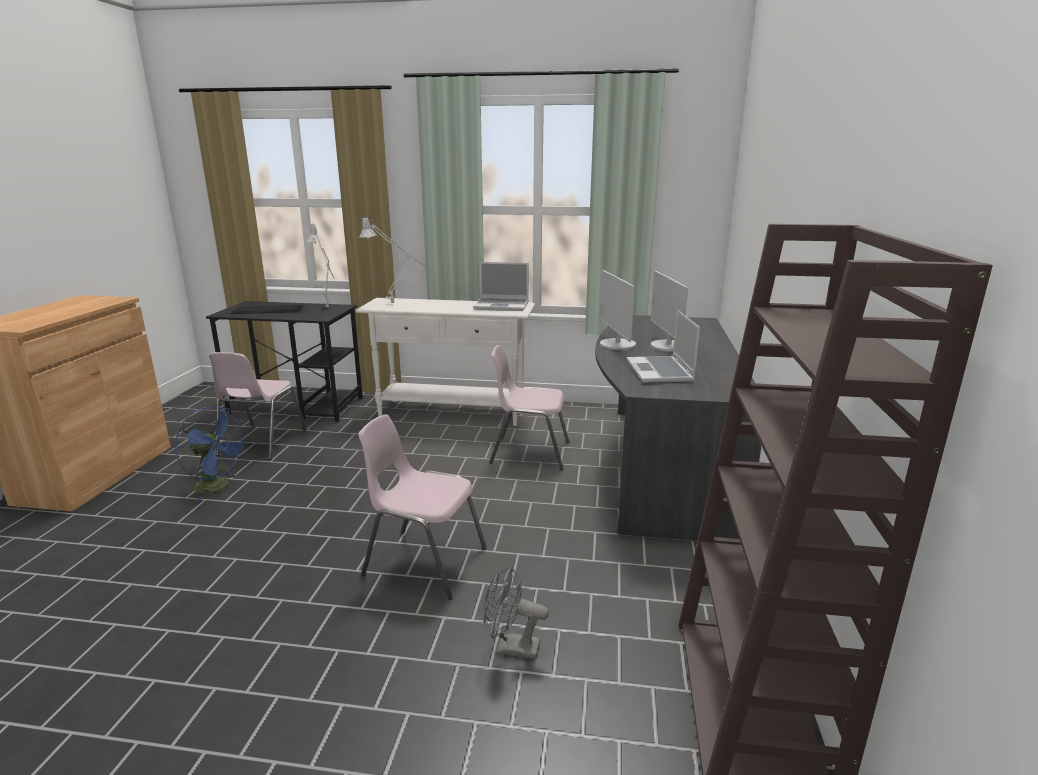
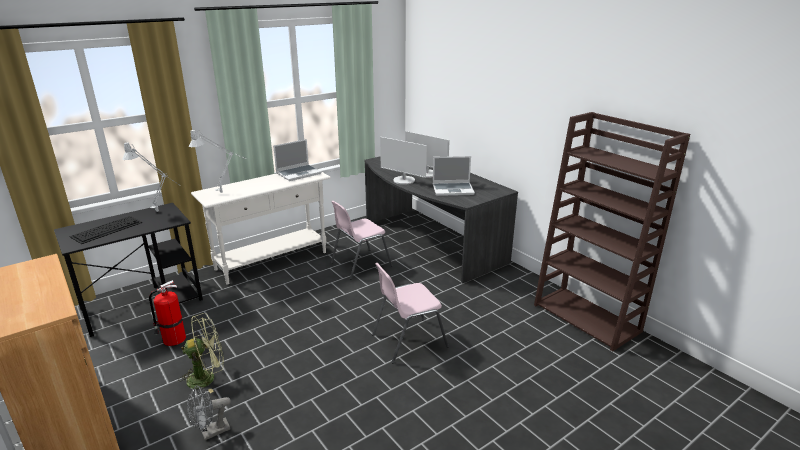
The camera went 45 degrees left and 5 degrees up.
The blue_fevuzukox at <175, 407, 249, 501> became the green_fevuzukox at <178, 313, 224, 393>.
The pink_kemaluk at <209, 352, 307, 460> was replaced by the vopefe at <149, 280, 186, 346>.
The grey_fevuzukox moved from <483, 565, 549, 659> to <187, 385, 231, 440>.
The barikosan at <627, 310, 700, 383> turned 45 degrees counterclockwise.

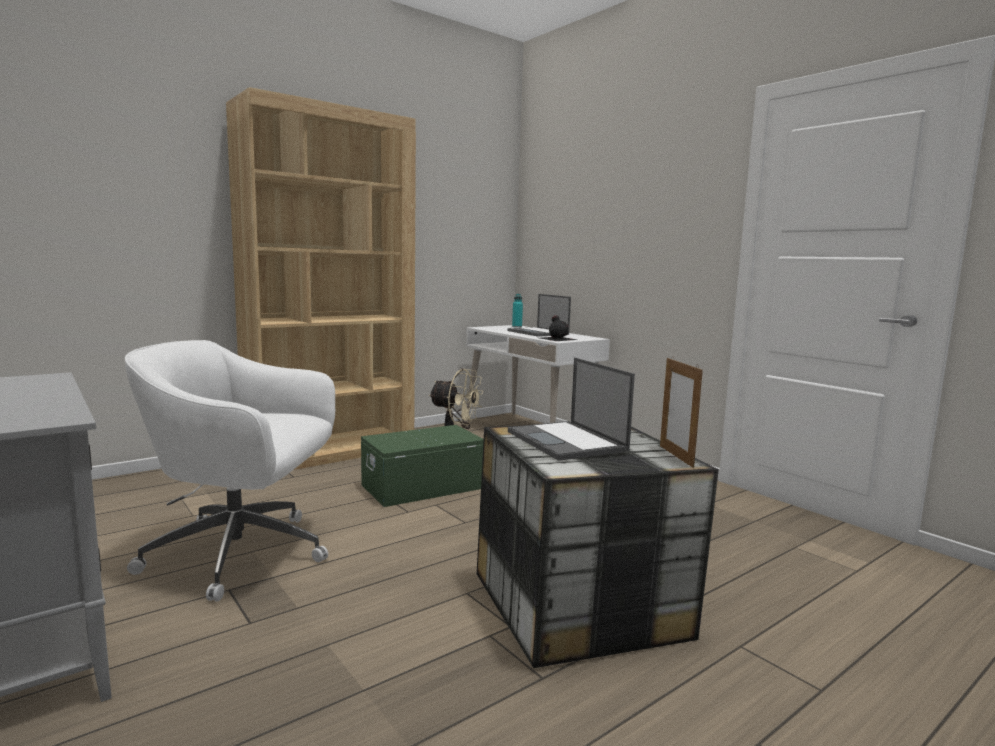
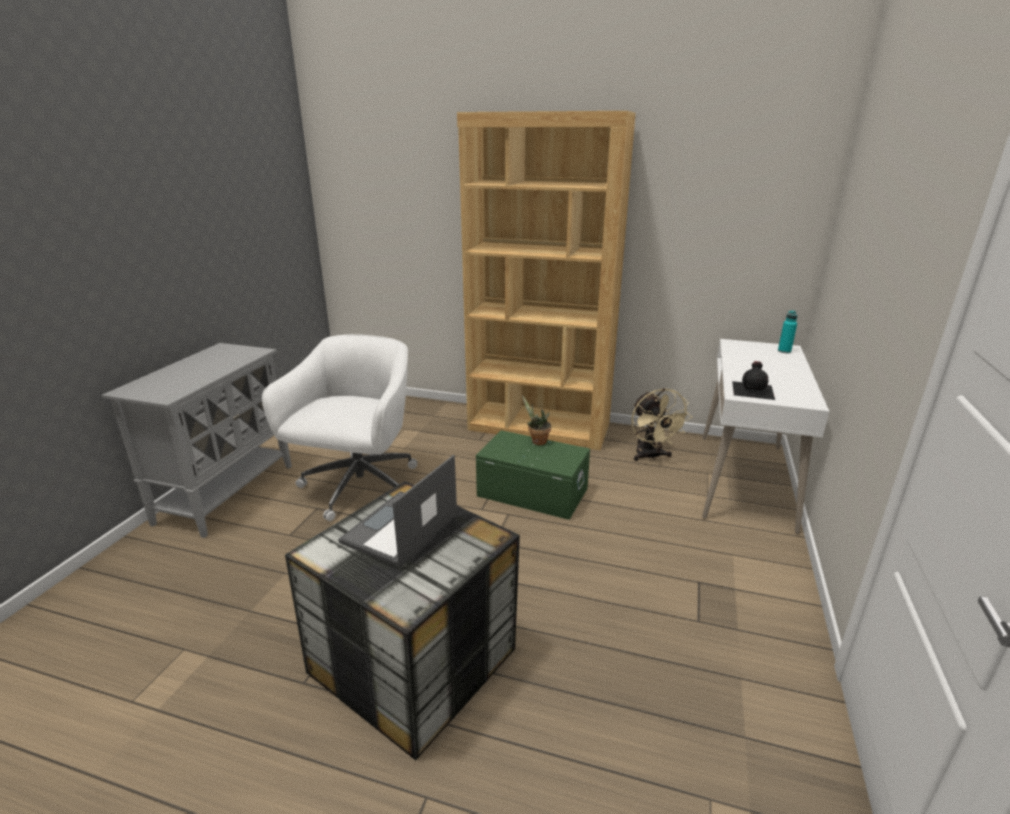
The camera went 55 degrees right and 15 degrees up.
The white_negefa at <125, 340, 335, 601> turned 45 degrees clockwise.
The barikosan at <507, 294, 571, 337> disappeared.
The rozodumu at <660, 356, 703, 468> disappeared.
The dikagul at <522, 395, 551, 445> appeared.

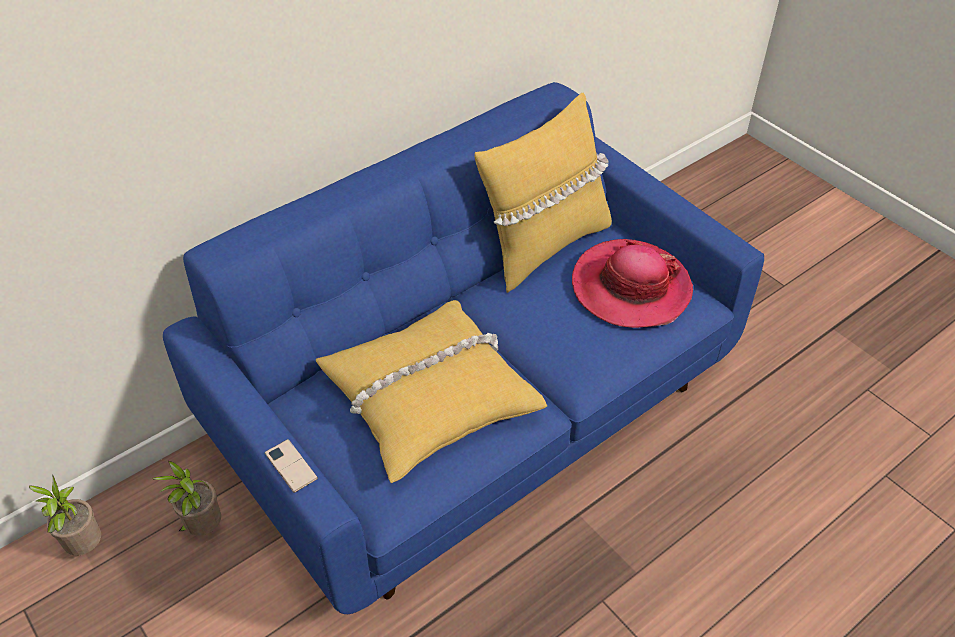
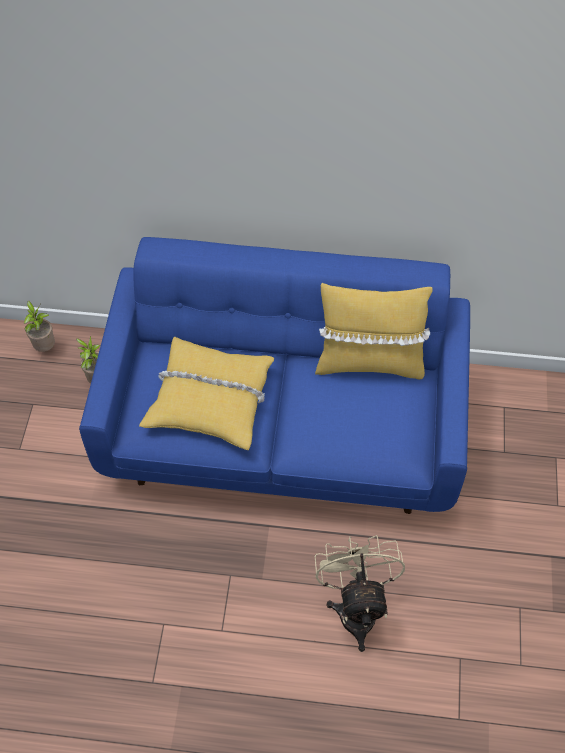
The camera went 45 degrees right and 10 degrees up.
The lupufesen at <265, 439, 318, 493> disappeared.
The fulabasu at <572, 239, 693, 328> disappeared.
The beige_fevuzukox at <315, 535, 405, 652> appeared.

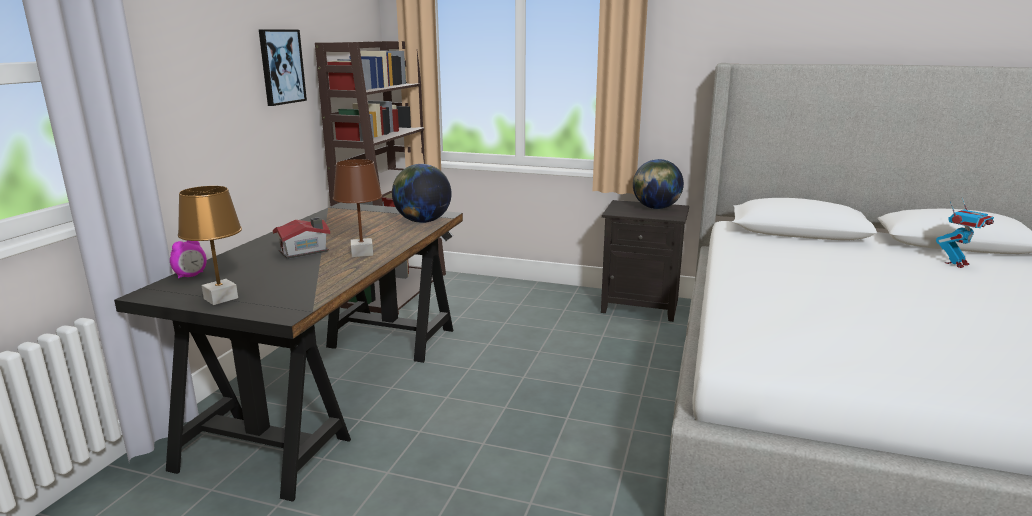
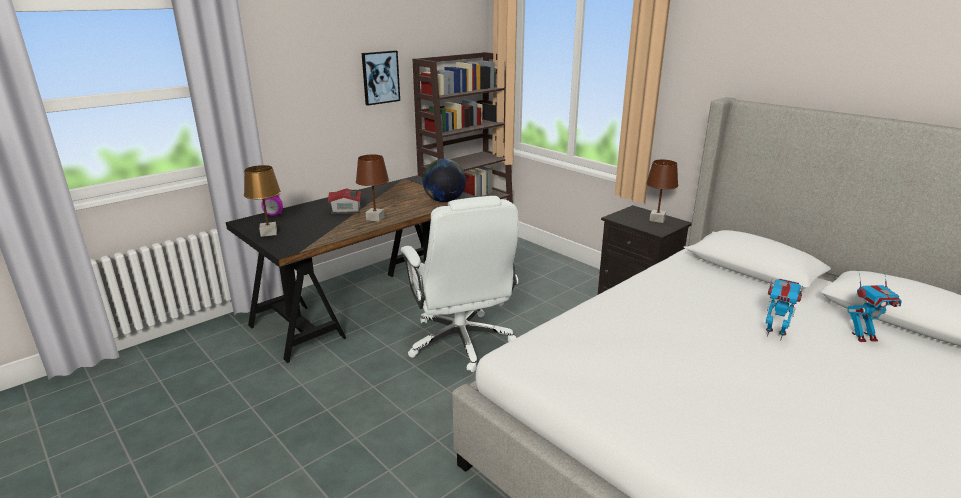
The camera went 30 degrees right and 5 degrees up.
The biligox at <633, 159, 684, 209> was replaced by the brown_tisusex at <646, 159, 678, 223>.
The white_negefa at <401, 196, 519, 372> appeared.
The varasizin at <765, 278, 803, 340> appeared.

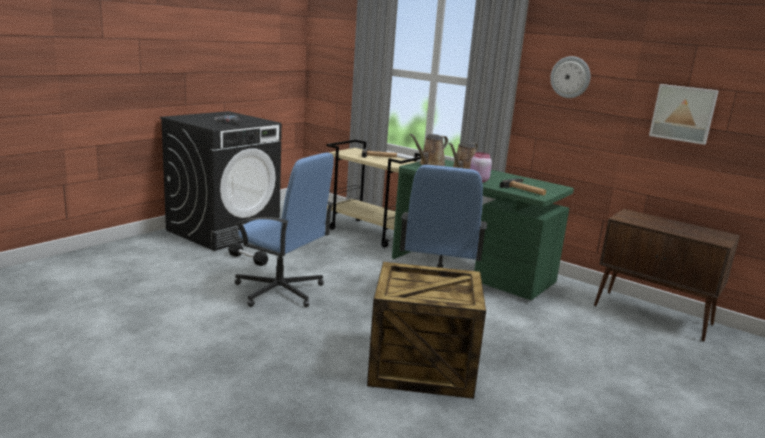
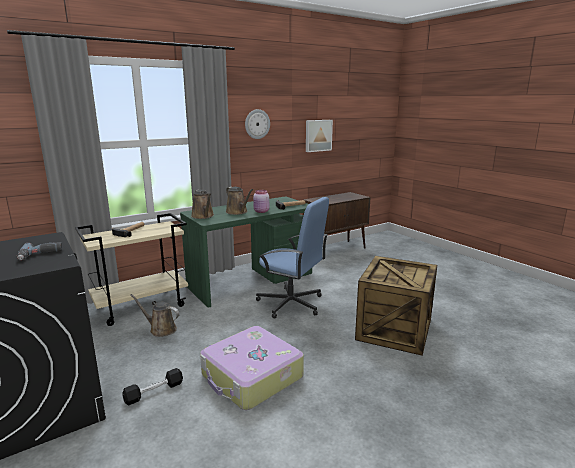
The camera went 70 degrees left and 0 degrees up.
The blue_negefa at <235, 152, 334, 307> was replaced by the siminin at <200, 326, 304, 410>.
The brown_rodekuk at <130, 294, 180, 337> appeared.

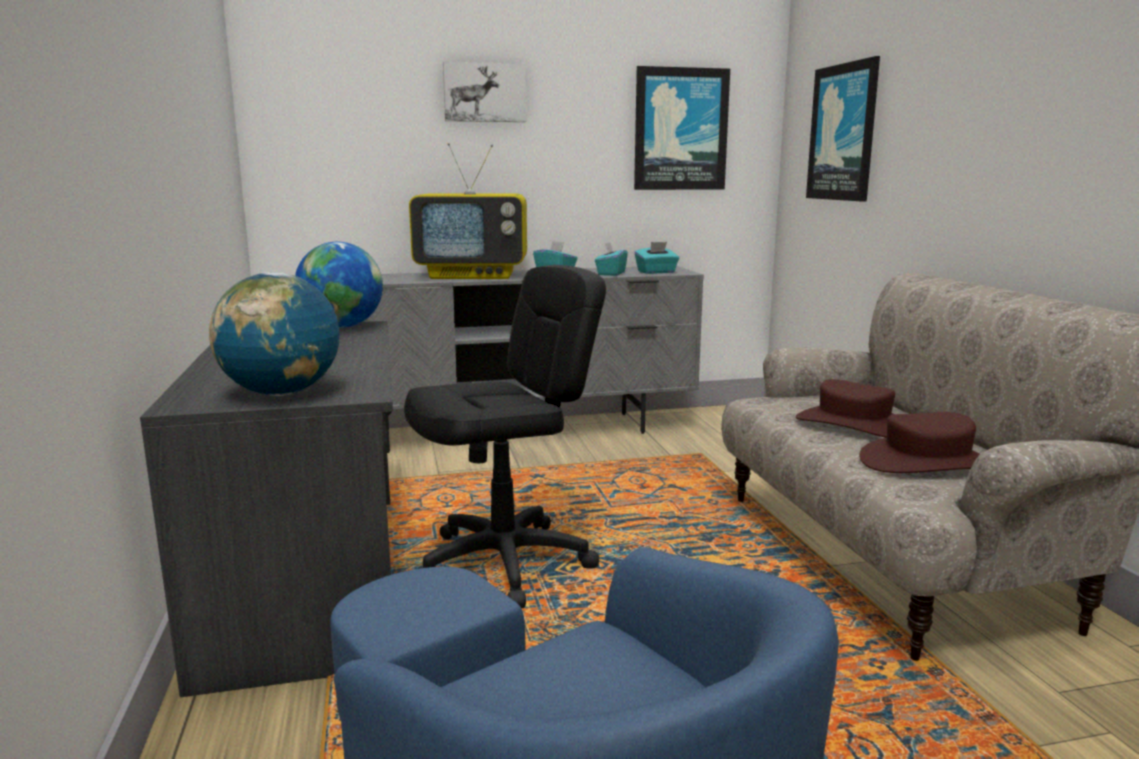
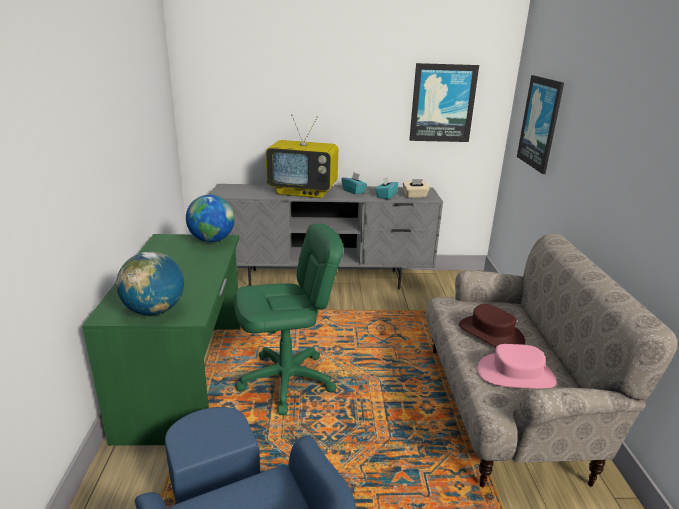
The camera went 10 degrees right and 10 degrees up.
The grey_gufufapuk at <140, 321, 393, 697> became the green_gufufapuk at <82, 234, 240, 446>.
The black_negefa at <404, 265, 606, 608> became the green_negefa at <234, 223, 343, 415>.
The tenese at <443, 61, 526, 122> disappeared.
The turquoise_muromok at <635, 242, 679, 274> became the beige_muromok at <403, 179, 430, 198>.
The brown_fulabasu at <859, 412, 980, 473> became the pink_fulabasu at <477, 344, 556, 389>.

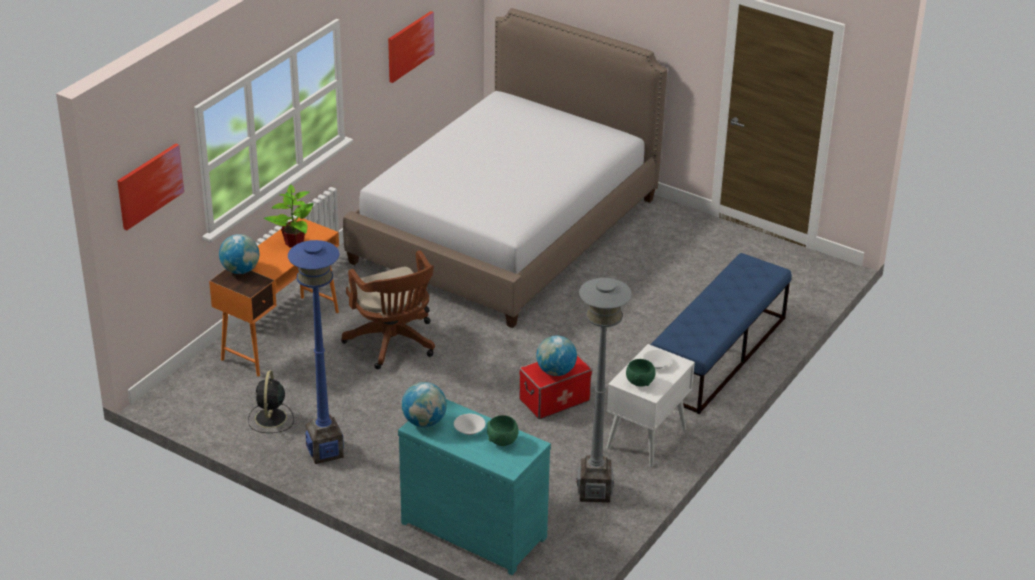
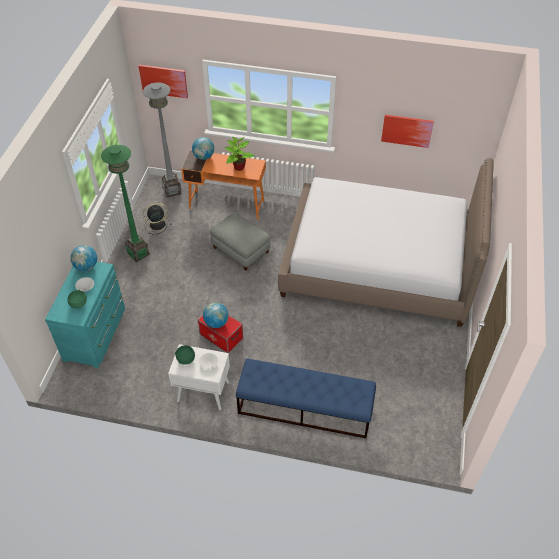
The camera went 70 degrees right and 15 degrees up.
The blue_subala at <288, 240, 344, 464> became the green_subala at <101, 145, 150, 262>.
The brown_negefa at <341, 250, 435, 369> was replaced by the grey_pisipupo at <210, 212, 270, 271>.
The grey_subala moved from <577, 278, 632, 503> to <143, 82, 181, 197>.

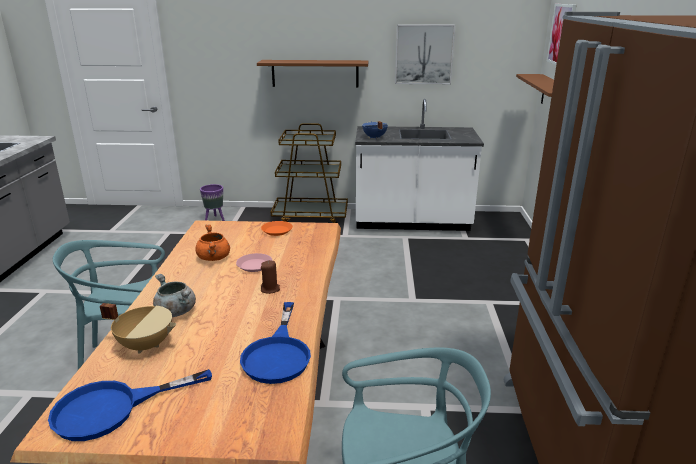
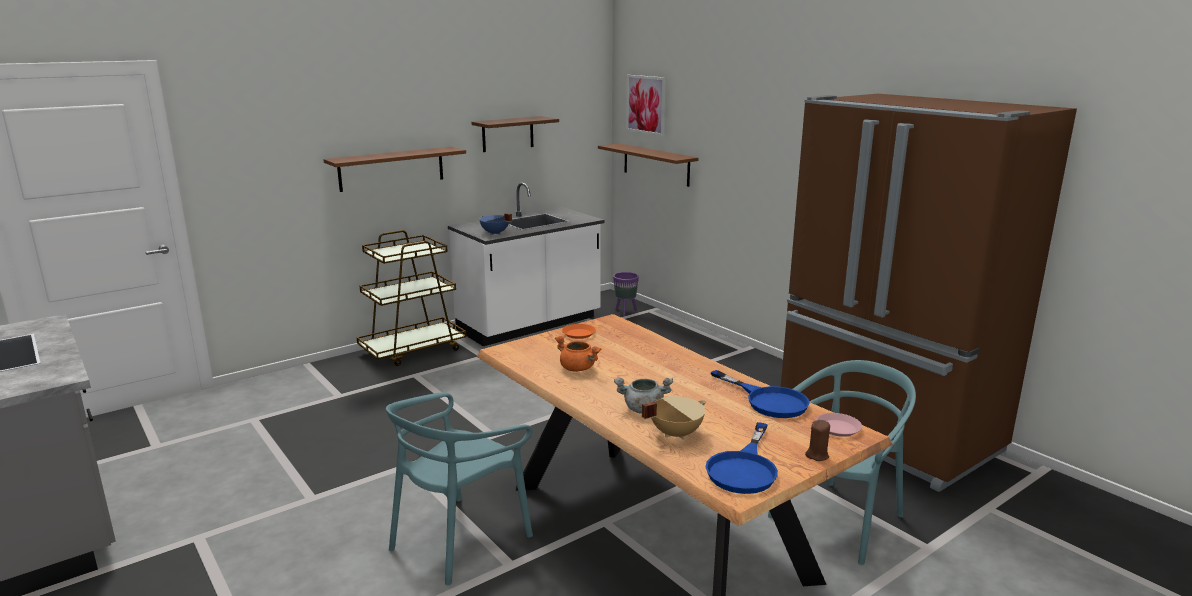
The camera went 40 degrees left and 5 degrees down.
The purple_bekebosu moved from <200, 184, 225, 221> to <613, 272, 639, 317>.
The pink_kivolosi moved from <236, 253, 273, 272> to <816, 413, 862, 437>.
The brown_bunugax moved from <261, 260, 280, 294> to <805, 420, 830, 461>.
The tenese at <395, 24, 455, 84> was replaced by the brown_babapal at <471, 116, 559, 152>.

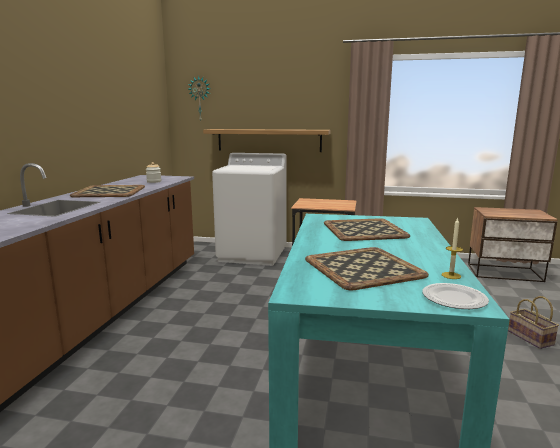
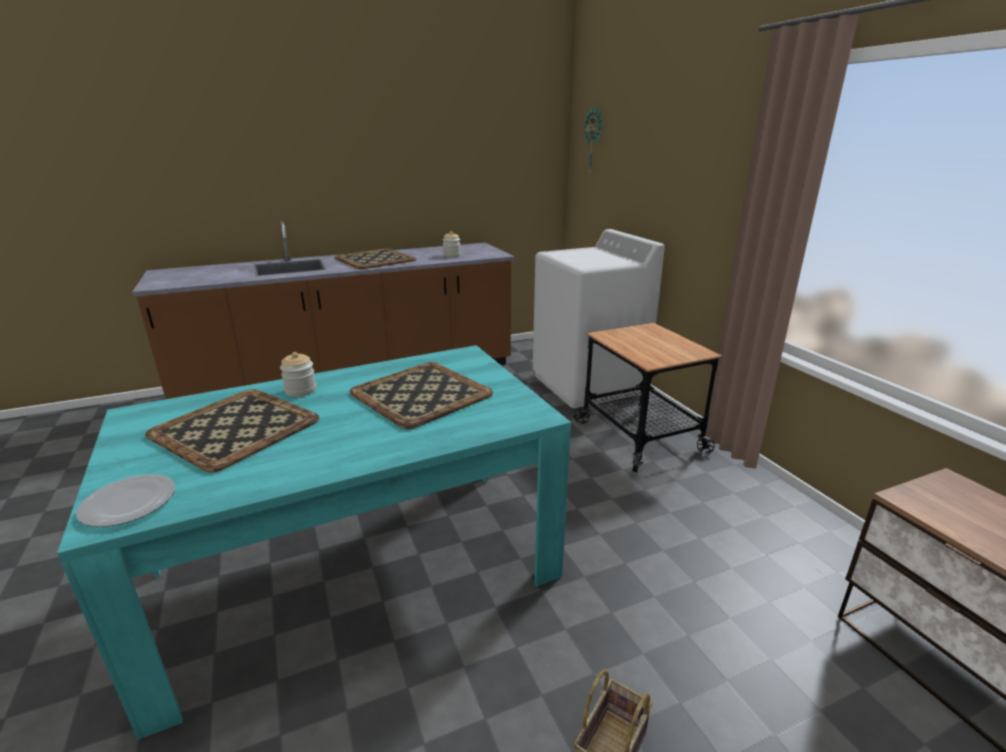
The camera went 55 degrees right and 10 degrees up.
The babapal at <203, 129, 330, 152> disappeared.
The bunugax at <441, 218, 463, 279> disappeared.
The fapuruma at <280, 352, 316, 397> appeared.

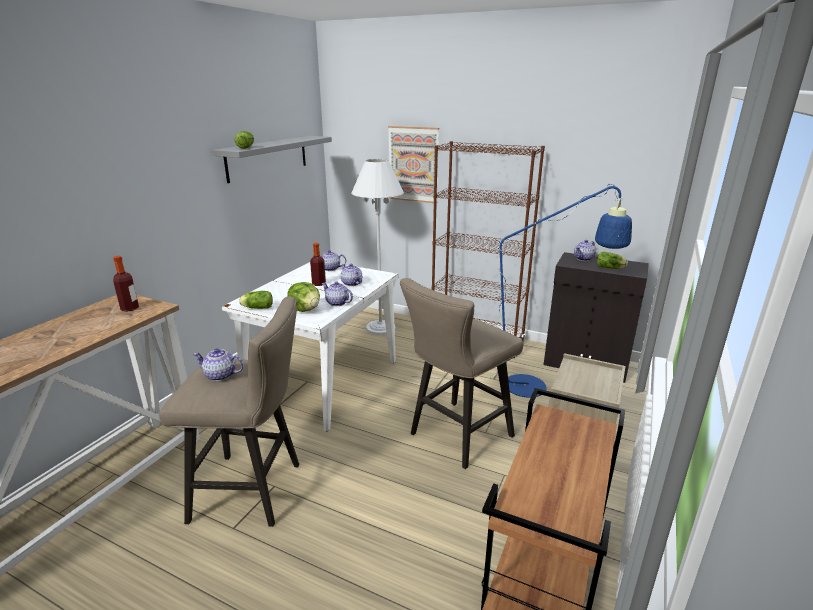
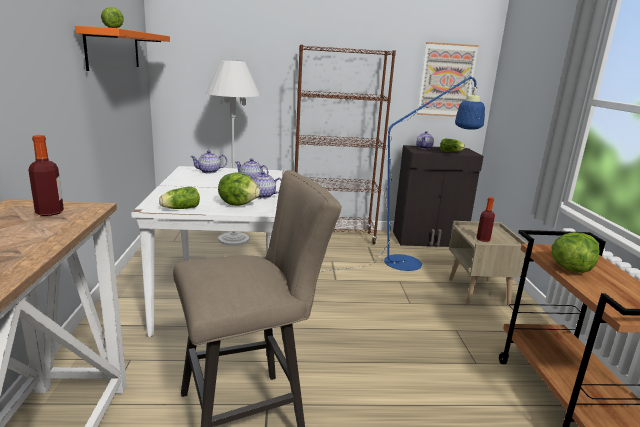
The camera went 30 degrees left and 5 degrees down.
The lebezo at <193, 348, 244, 381> disappeared.
The grey_babapal at <213, 136, 332, 183> became the orange_babapal at <75, 26, 170, 71>.
The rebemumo moved from <310, 243, 326, 286> to <476, 197, 495, 242>.
The tenese moved from <388, 126, 439, 203> to <417, 42, 479, 117>.
The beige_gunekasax at <400, 278, 523, 469> disappeared.
The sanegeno at <552, 232, 600, 273> appeared.

